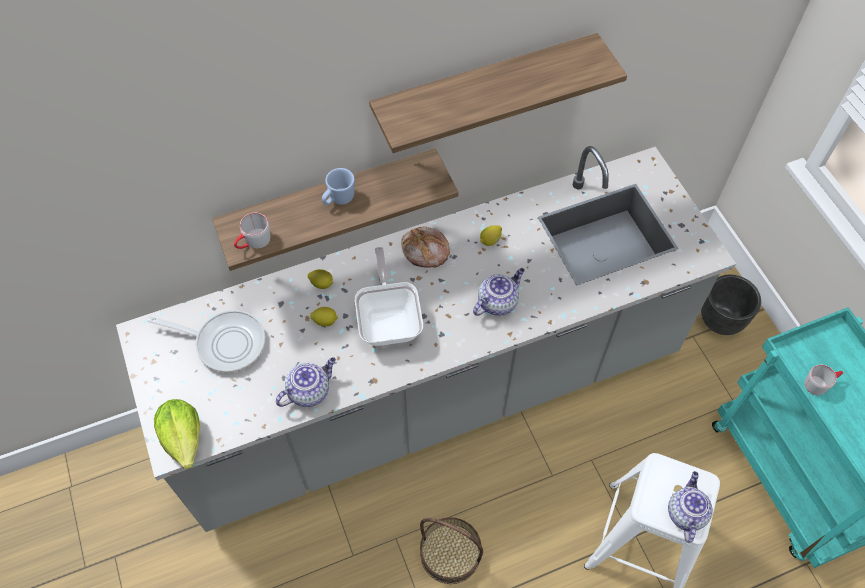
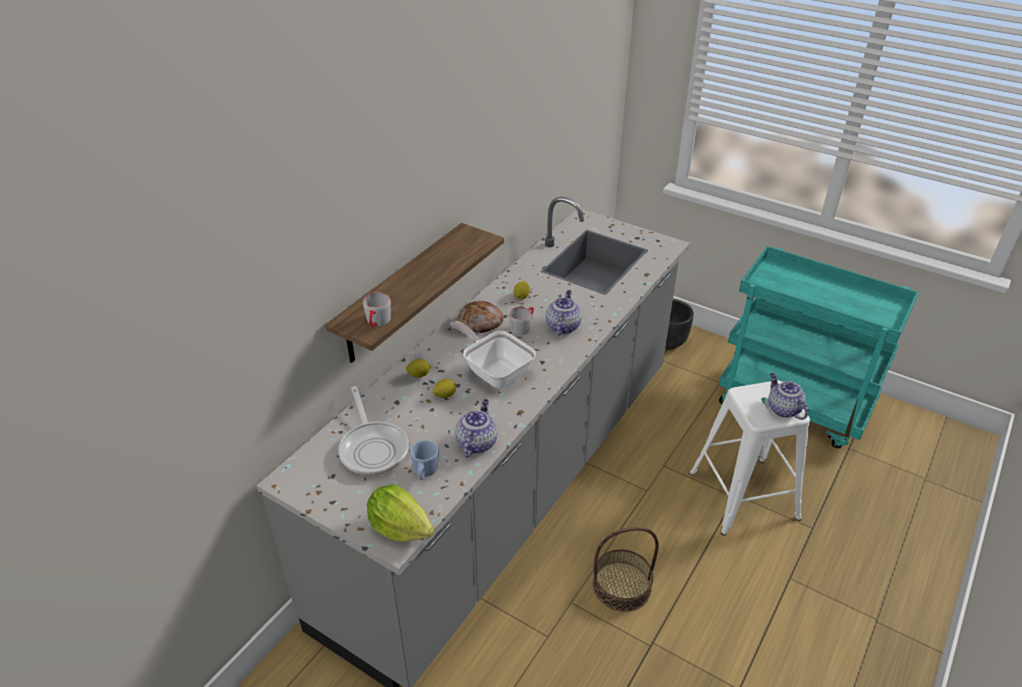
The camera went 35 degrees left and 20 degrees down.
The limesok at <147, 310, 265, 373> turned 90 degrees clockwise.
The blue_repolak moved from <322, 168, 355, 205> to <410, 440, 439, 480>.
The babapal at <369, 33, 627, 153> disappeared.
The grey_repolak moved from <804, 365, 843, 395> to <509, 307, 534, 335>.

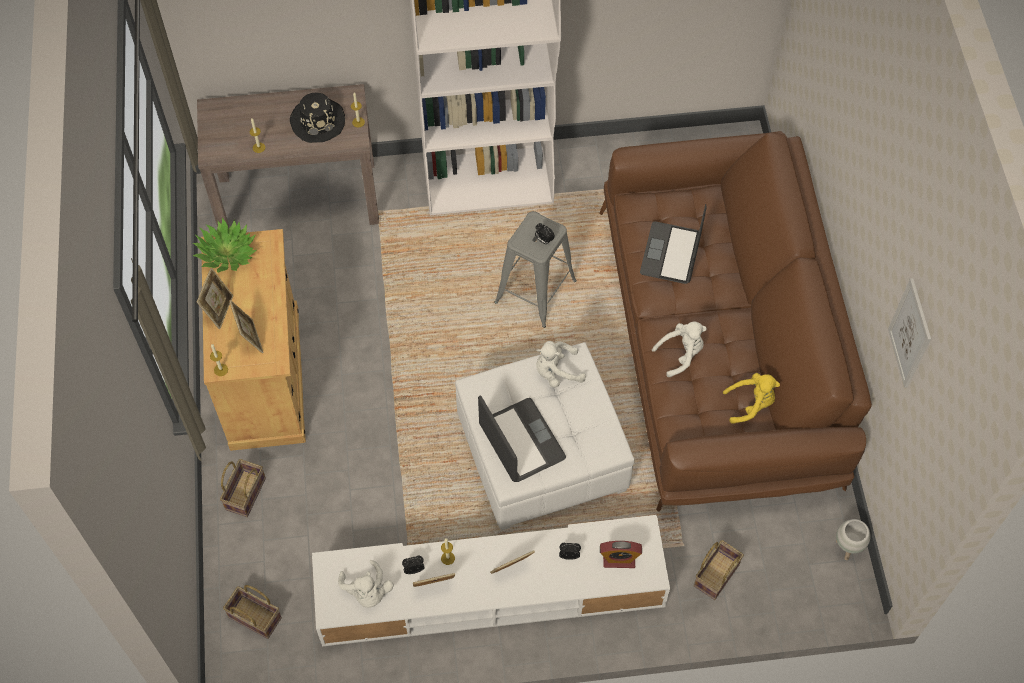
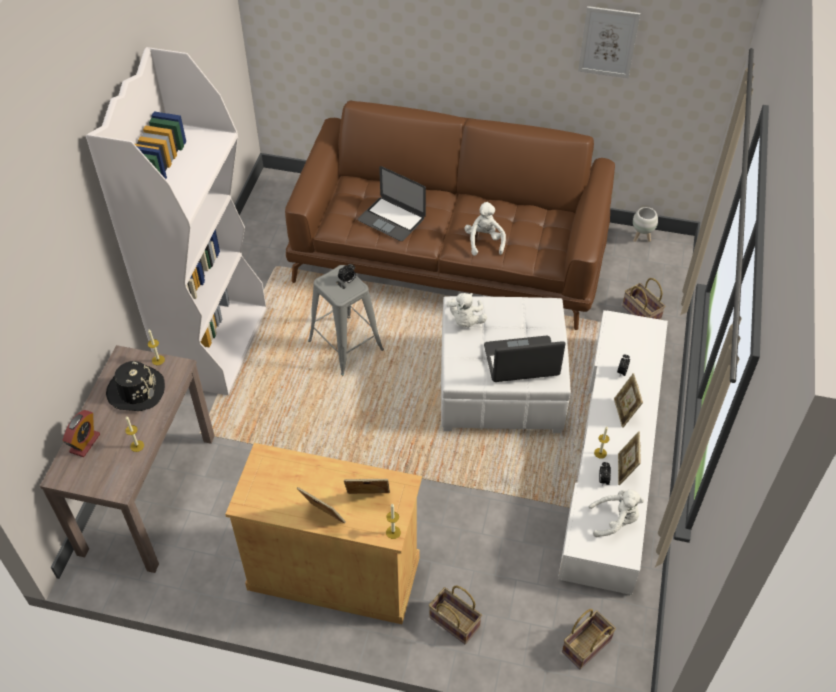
The camera went 70 degrees left and 10 degrees down.
The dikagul at <193, 218, 256, 273> disappeared.
The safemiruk moved from <600, 541, 642, 568> to <63, 410, 100, 457>.
The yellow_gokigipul at <723, 373, 780, 424> disappeared.

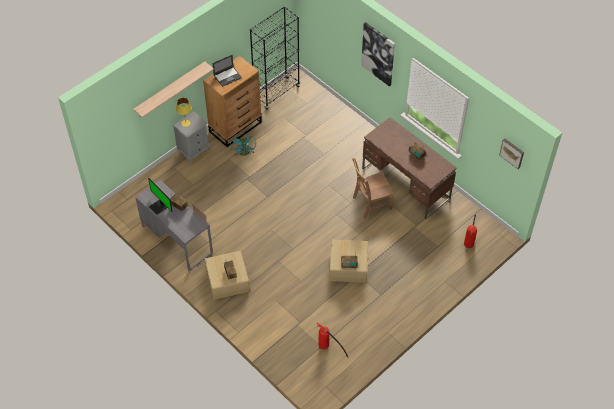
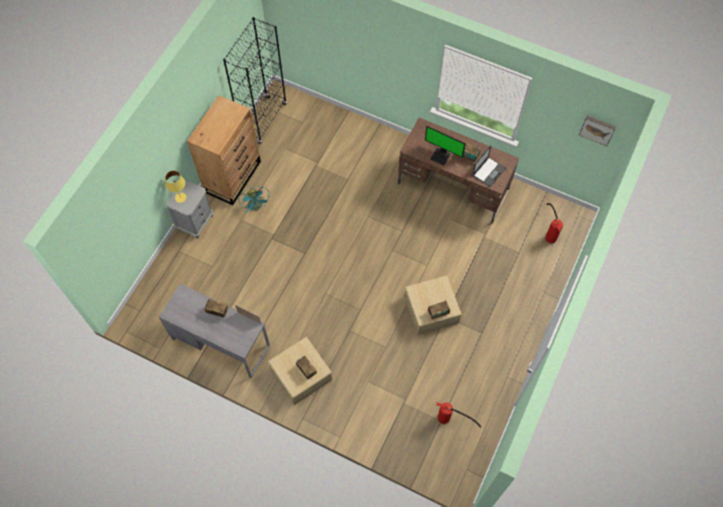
The camera went 20 degrees left and 10 degrees up.
The babapal at <133, 62, 214, 118> disappeared.
The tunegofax moved from <148, 178, 173, 215> to <425, 126, 466, 166>.
The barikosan moved from <212, 55, 242, 87> to <472, 145, 506, 187>.
The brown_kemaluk at <352, 158, 394, 219> disappeared.
The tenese at <361, 22, 395, 87> disappeared.

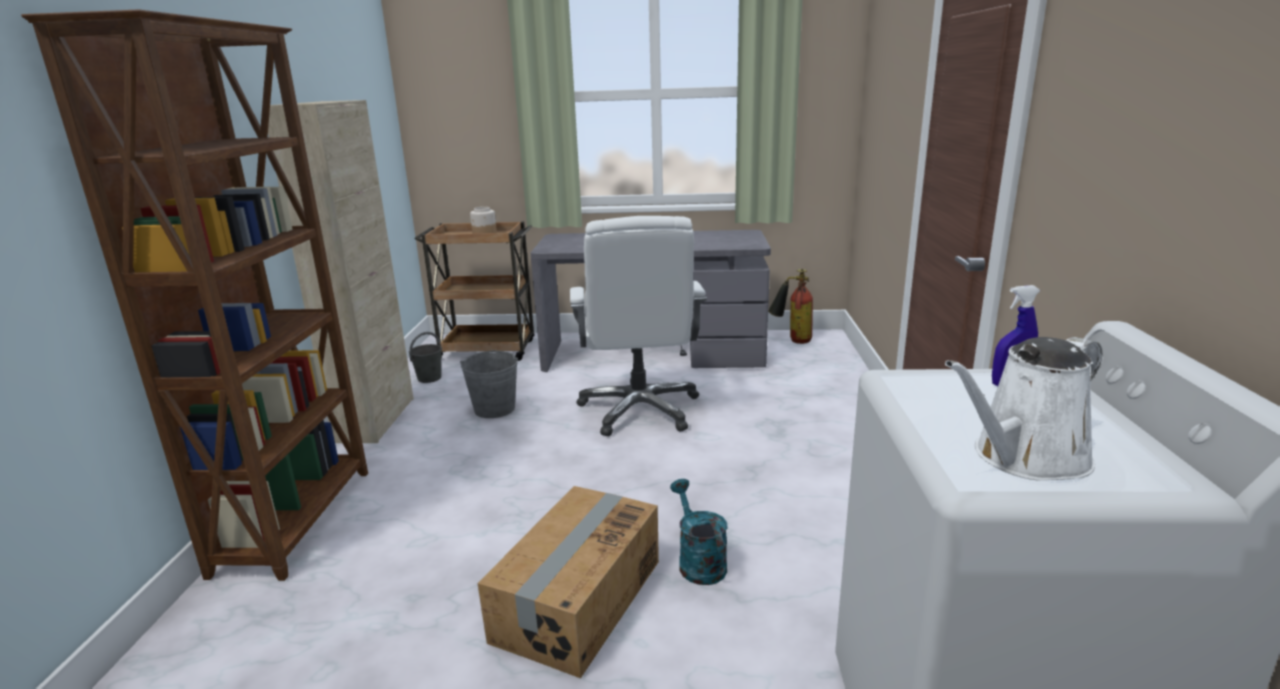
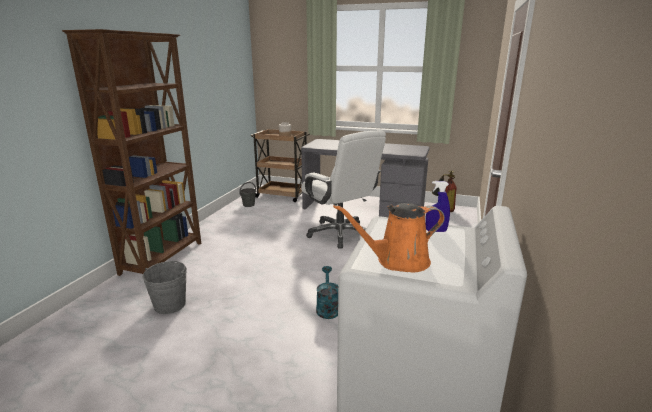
The camera went 15 degrees right and 0 degrees up.
The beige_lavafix at <268, 100, 414, 443> disappeared.
The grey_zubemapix moved from <460, 350, 518, 418> to <142, 261, 187, 314>.
The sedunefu at <478, 486, 659, 678> disappeared.
The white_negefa at <570, 216, 707, 436> turned 45 degrees counterclockwise.
The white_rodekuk at <945, 337, 1102, 481> became the orange_rodekuk at <333, 203, 445, 273>.

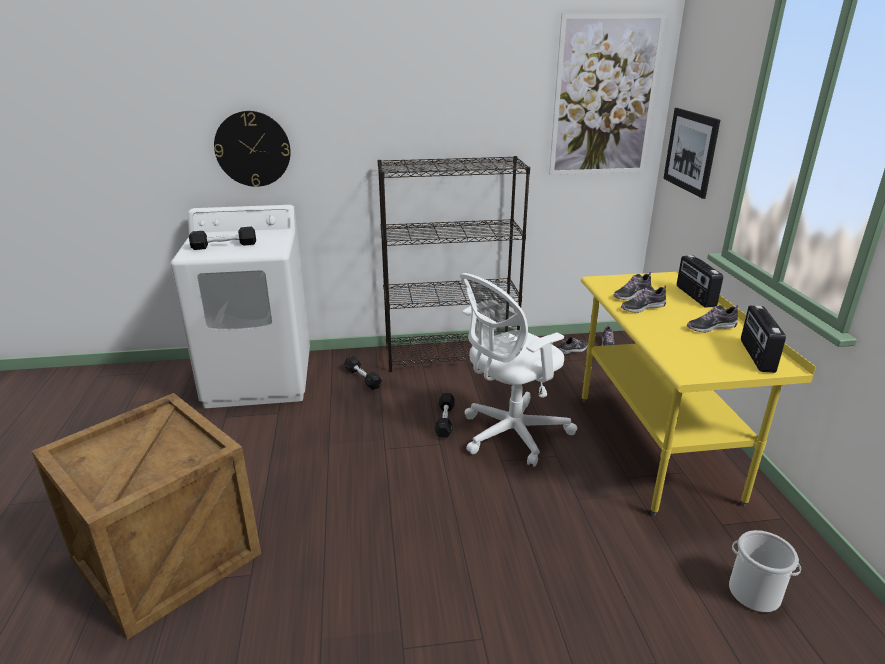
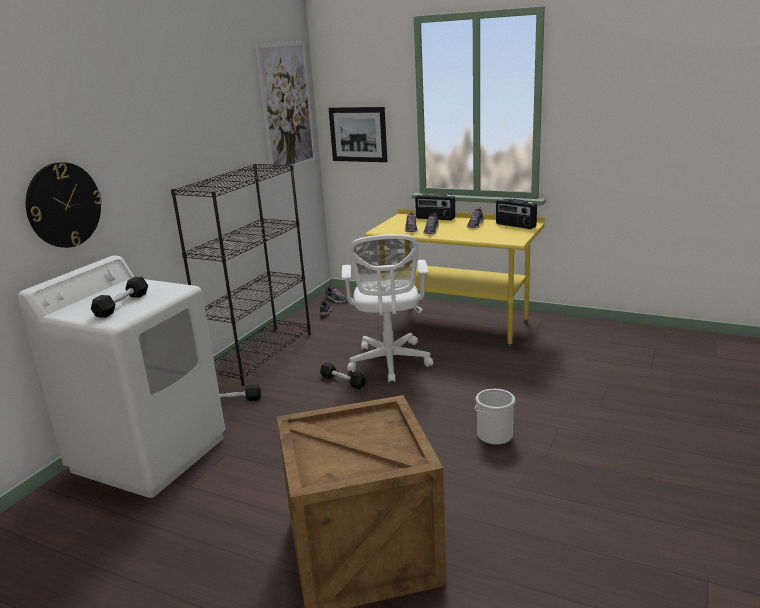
The camera went 55 degrees left and 5 degrees down.
The zubemapix moved from <729, 530, 801, 613> to <475, 389, 516, 445>.

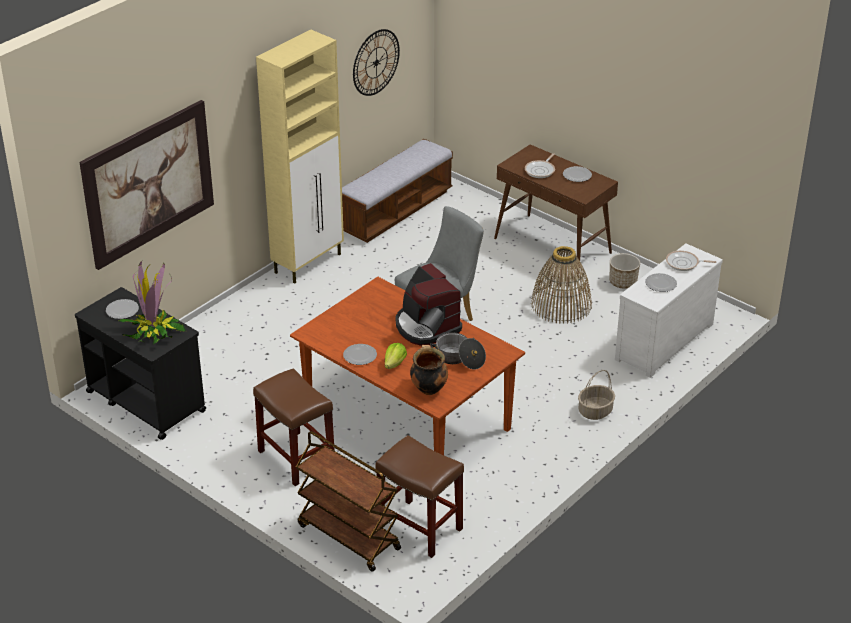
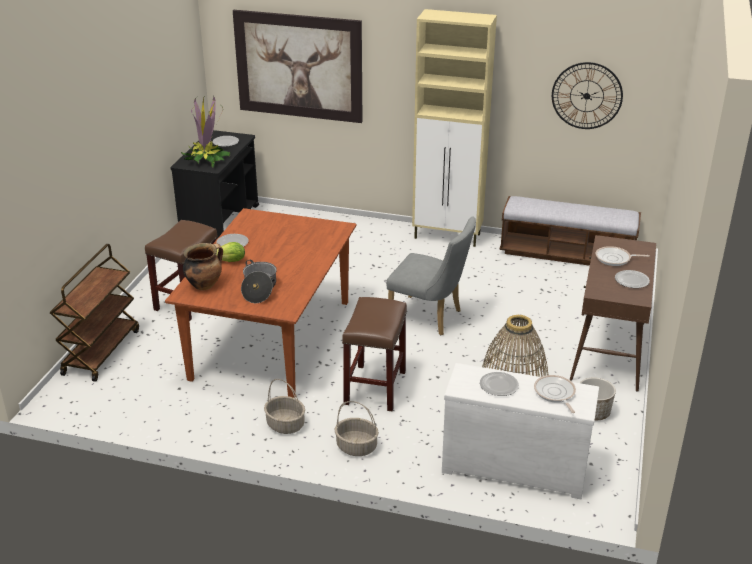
The camera went 65 degrees right and 5 degrees down.
The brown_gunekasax moved from <375, 435, 464, 558> to <342, 297, 407, 411>.
The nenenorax at <395, 263, 462, 346> disappeared.
The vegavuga at <264, 379, 305, 434> appeared.

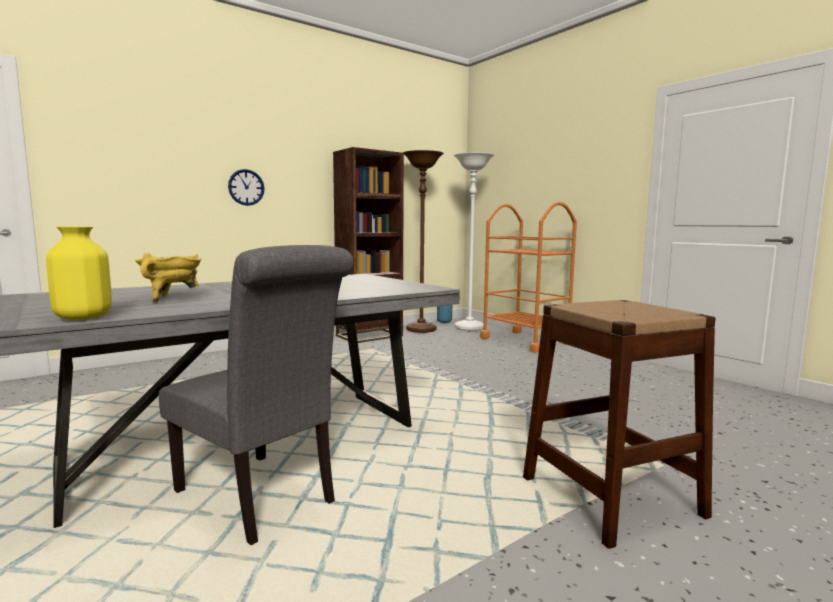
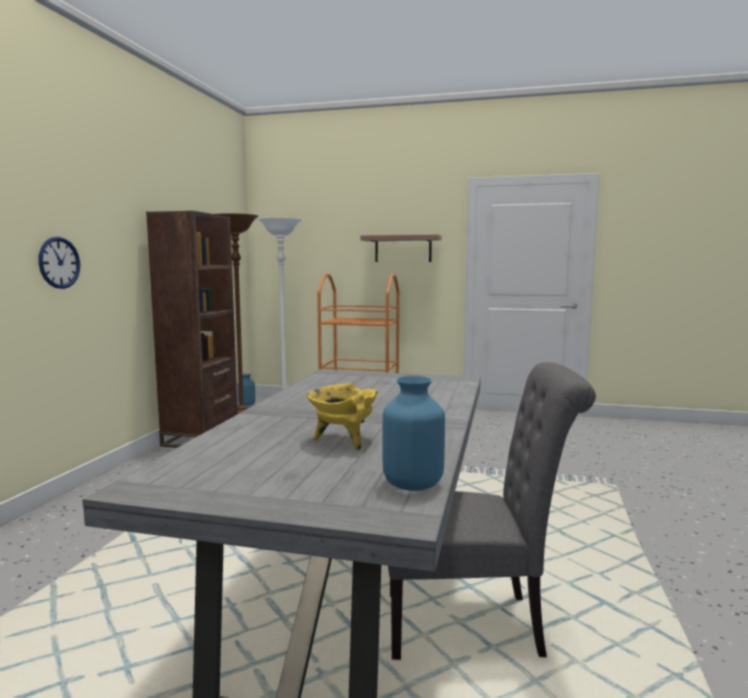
The camera went 40 degrees left and 0 degrees up.
The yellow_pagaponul at <46, 227, 112, 320> became the blue_pagaponul at <382, 376, 445, 491>.
The brown_gunekasax at <523, 300, 716, 549> disappeared.
The babapal at <361, 235, 441, 262> appeared.

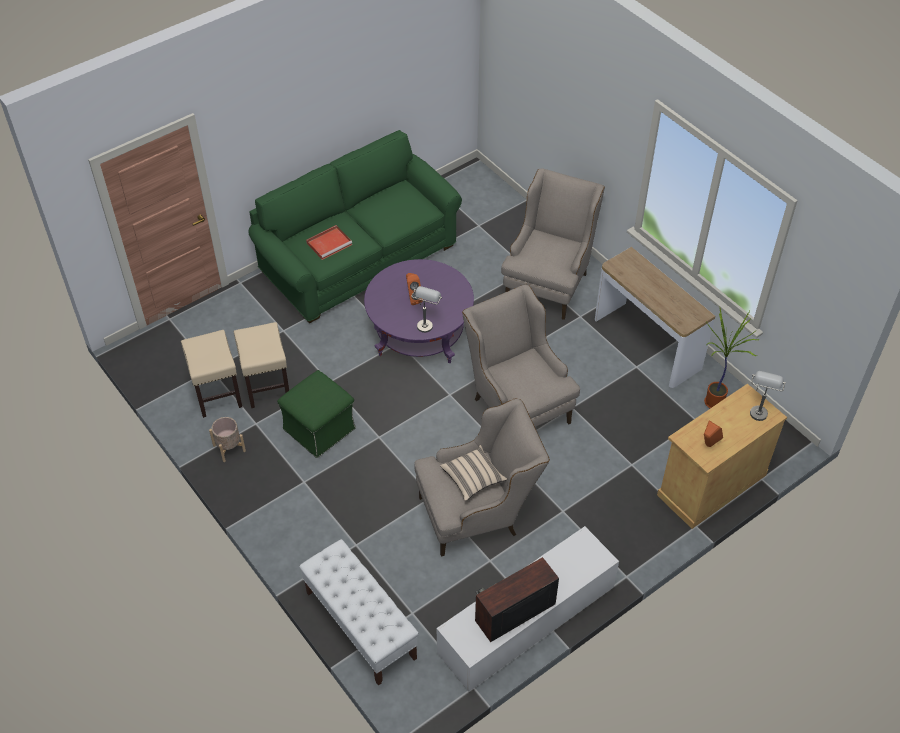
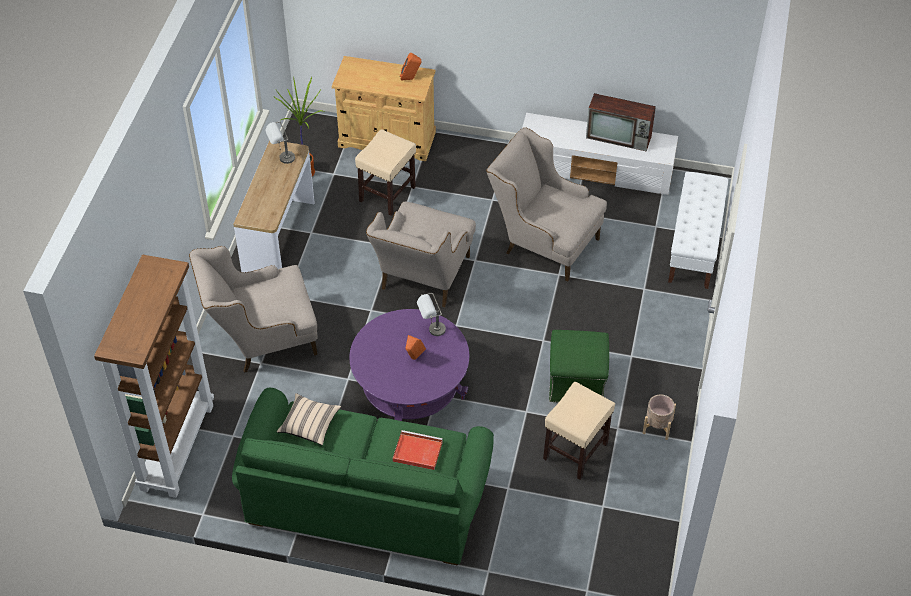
The camera went 130 degrees left and 0 degrees up.
The beige_gunekasax moved from <181, 330, 242, 418> to <355, 129, 416, 216>.
The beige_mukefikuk moved from <440, 445, 507, 501> to <277, 393, 341, 445>.
The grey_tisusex moved from <750, 371, 786, 421> to <265, 121, 295, 164>.
The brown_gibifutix at <94, 255, 214, 498> appeared.

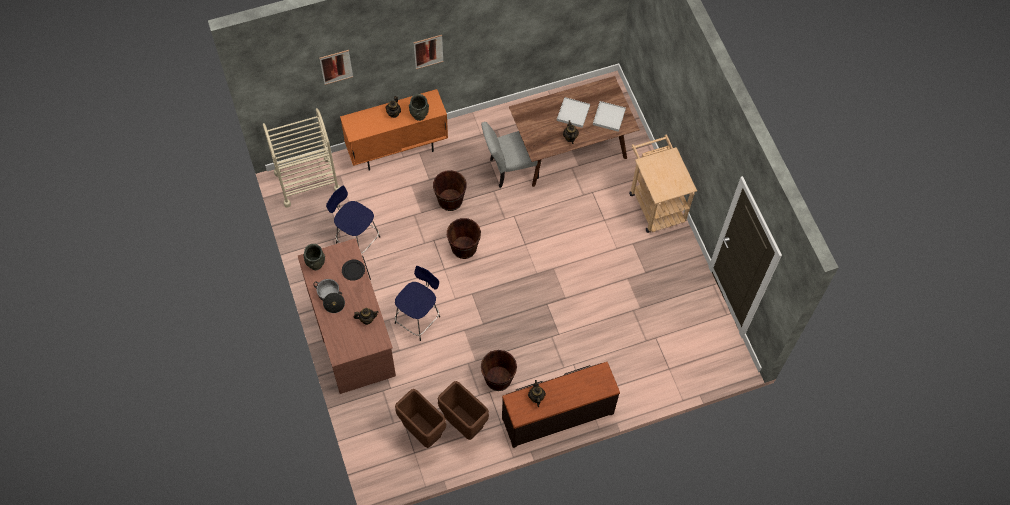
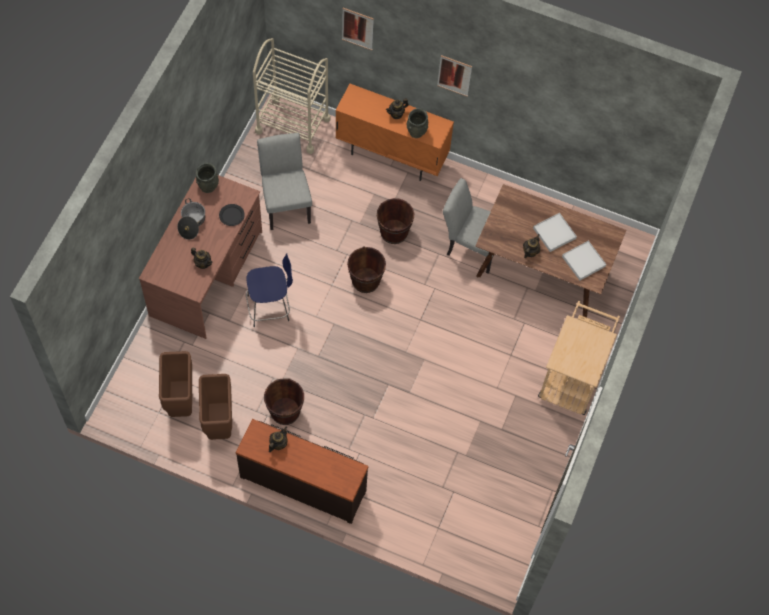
The camera went 40 degrees right and 0 degrees up.
The blue_gunekasax at <326, 186, 380, 253> was replaced by the grey_kemaluk at <257, 133, 312, 230>.

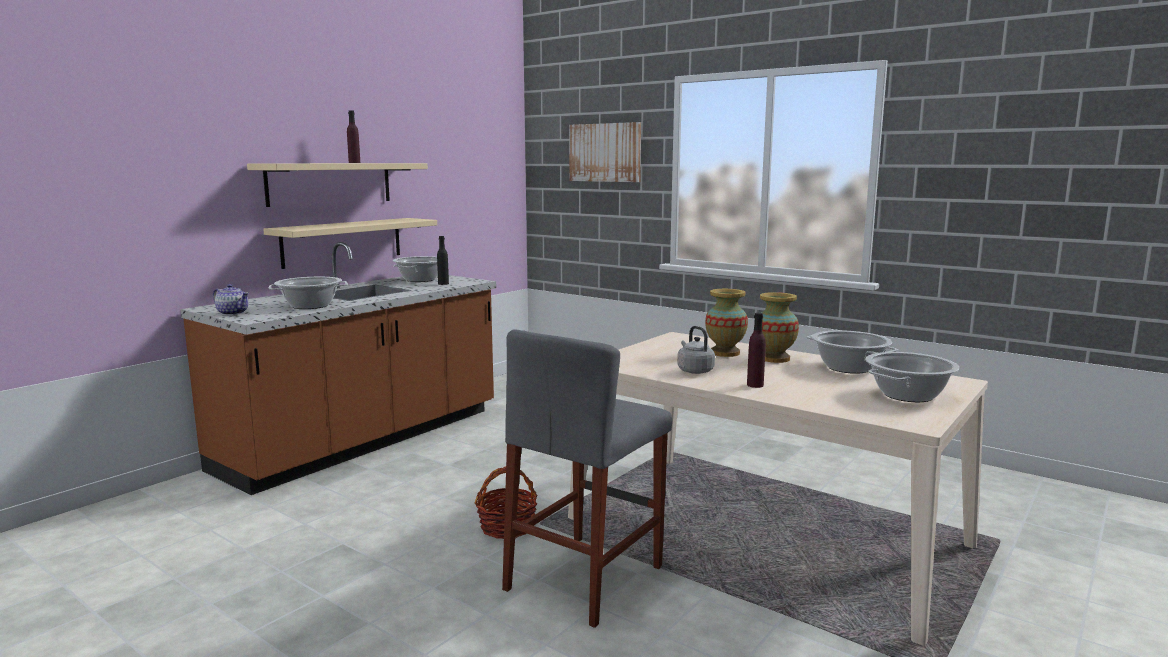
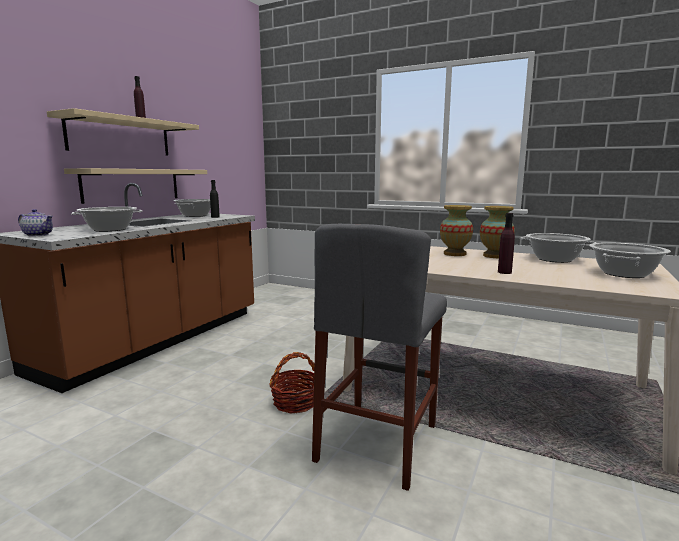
The camera went 10 degrees left and 0 degrees up.
The tenese at <569, 122, 641, 182> disappeared.
The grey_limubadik at <678, 326, 715, 374> disappeared.

